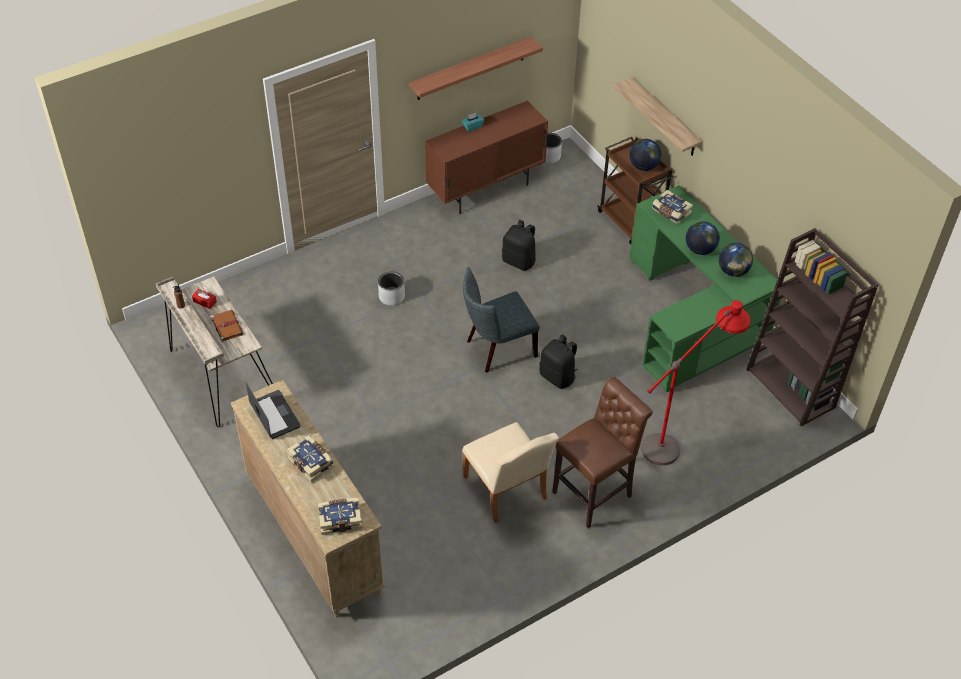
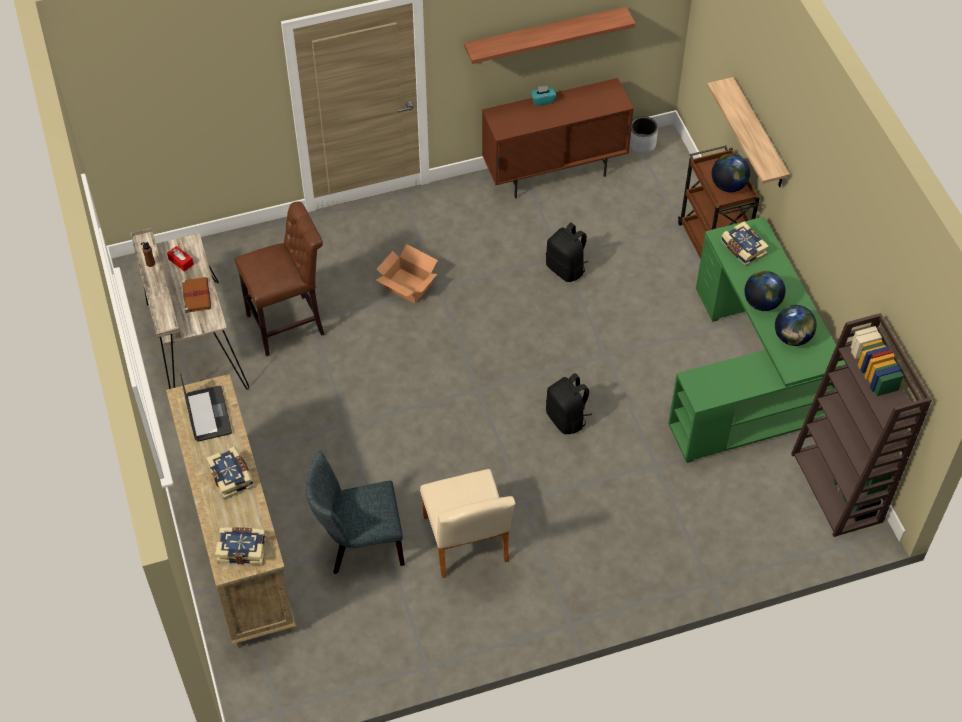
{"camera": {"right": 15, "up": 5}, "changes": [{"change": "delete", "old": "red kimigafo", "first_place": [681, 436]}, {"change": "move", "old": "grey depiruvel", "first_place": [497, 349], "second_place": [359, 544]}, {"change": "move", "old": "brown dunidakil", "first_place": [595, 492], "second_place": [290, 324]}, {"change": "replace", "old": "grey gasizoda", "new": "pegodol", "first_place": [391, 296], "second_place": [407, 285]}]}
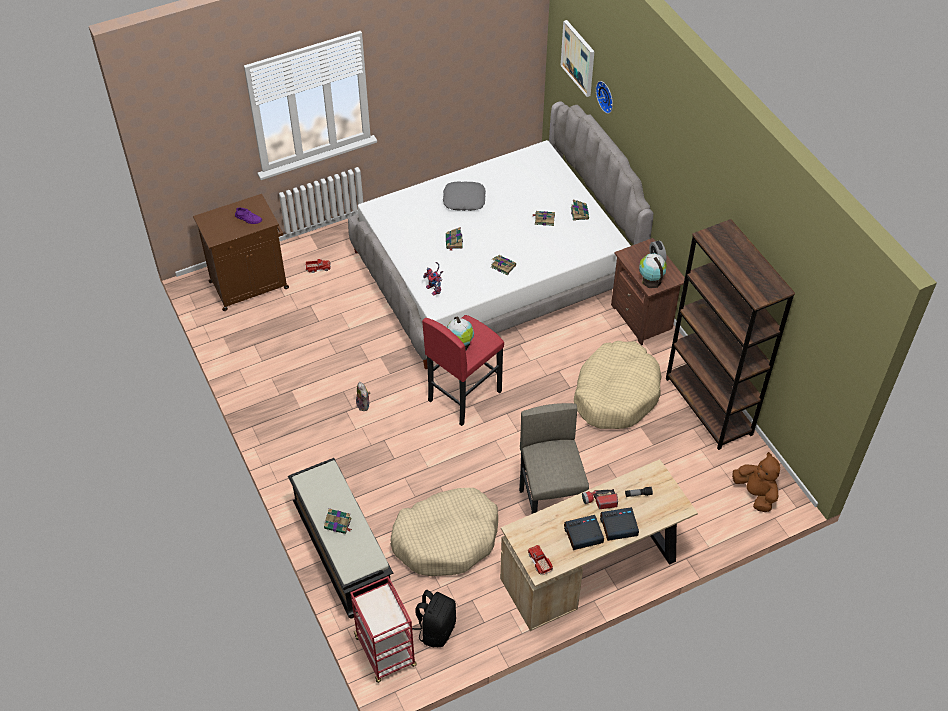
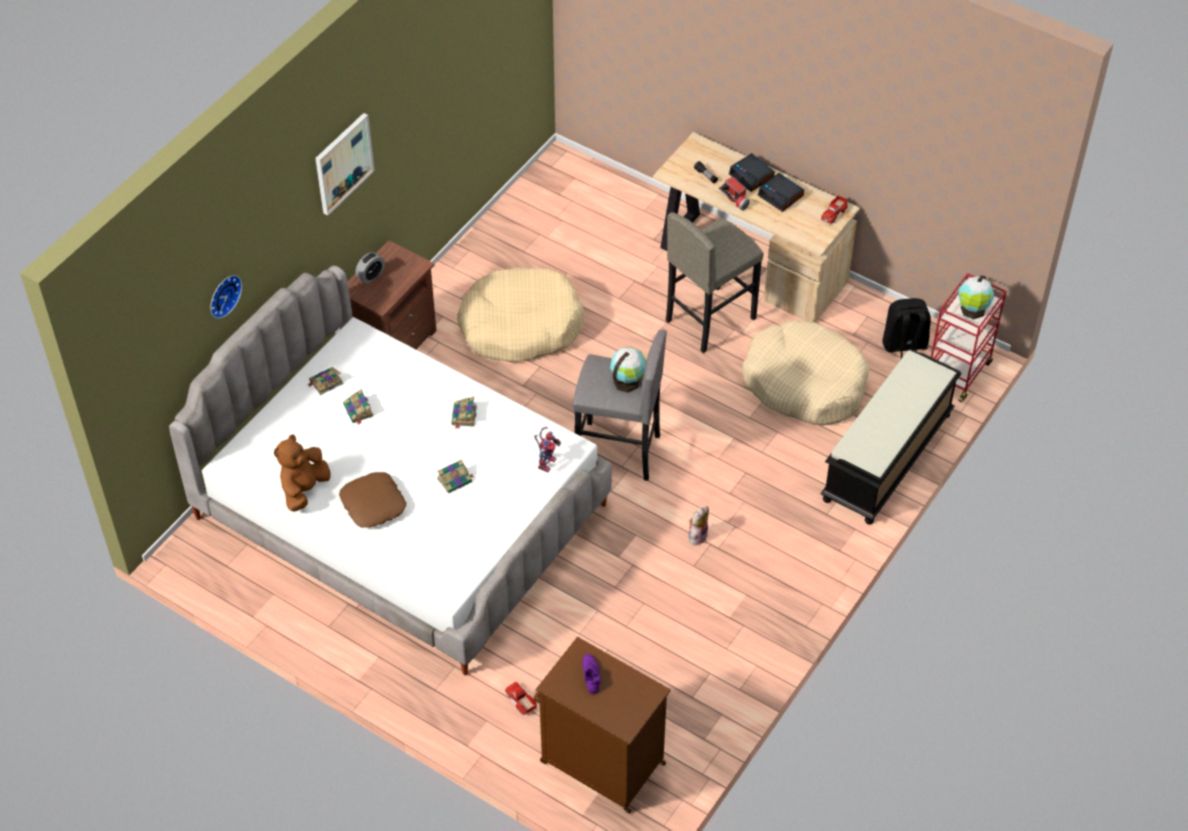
{"camera": {"right": -120, "up": 0}, "changes": [{"change": "delete", "old": "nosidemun", "first_place": [338, 524]}, {"change": "delete", "old": "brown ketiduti", "first_place": [708, 406]}, {"change": "move", "old": "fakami", "first_place": [578, 58], "second_place": [343, 163]}, {"change": "move", "old": "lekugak", "first_place": [650, 280], "second_place": [972, 310]}, {"change": "move", "old": "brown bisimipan", "first_place": [755, 494], "second_place": [304, 489]}, {"change": "recolor", "old": "red dunidakil", "new": "grey dunidakil", "first_place": [464, 396], "second_place": [617, 452]}, {"change": "recolor", "old": "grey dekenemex", "new": "brown dekenemex", "first_place": [464, 199], "second_place": [373, 504]}]}
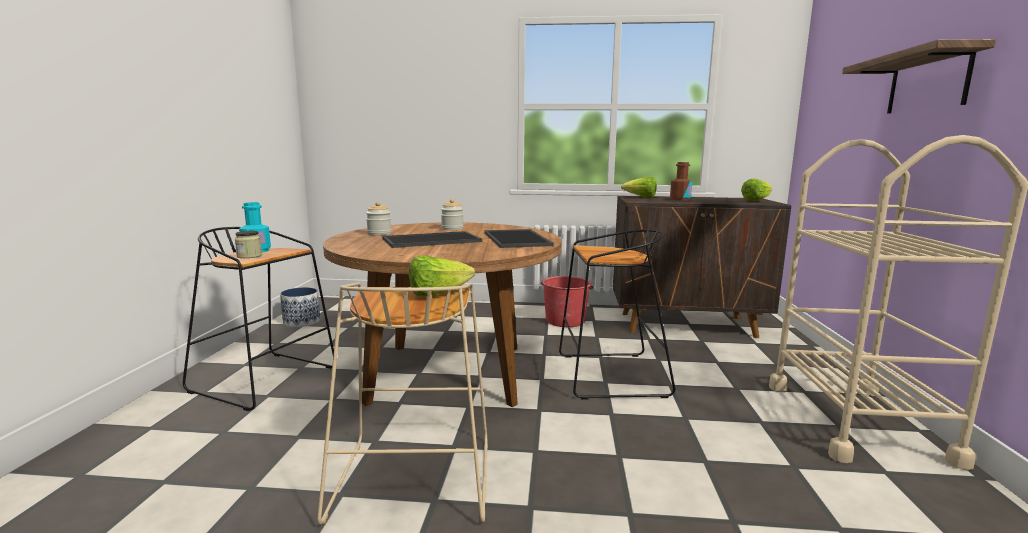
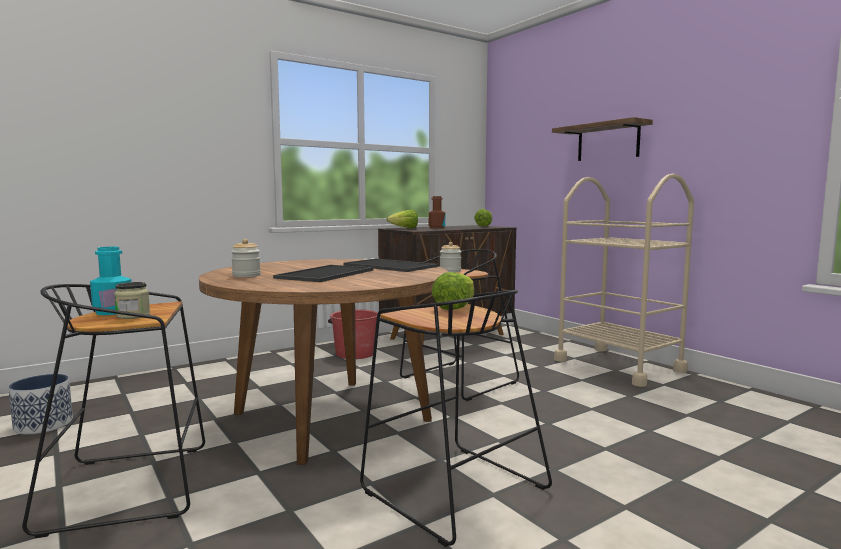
{"camera": {"right": -40, "up": -5}, "changes": [{"change": "move", "old": "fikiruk", "first_place": [452, 229], "second_place": [450, 271]}, {"change": "recolor", "old": "beige dunidakil", "new": "black dunidakil", "first_place": [412, 477], "second_place": [451, 490]}]}
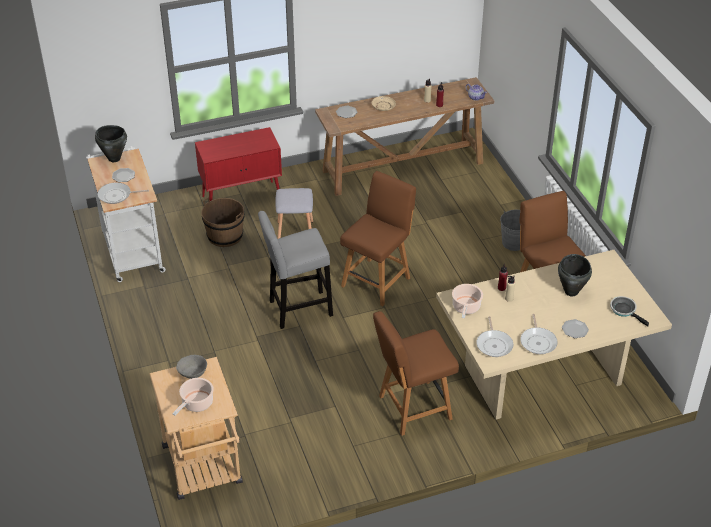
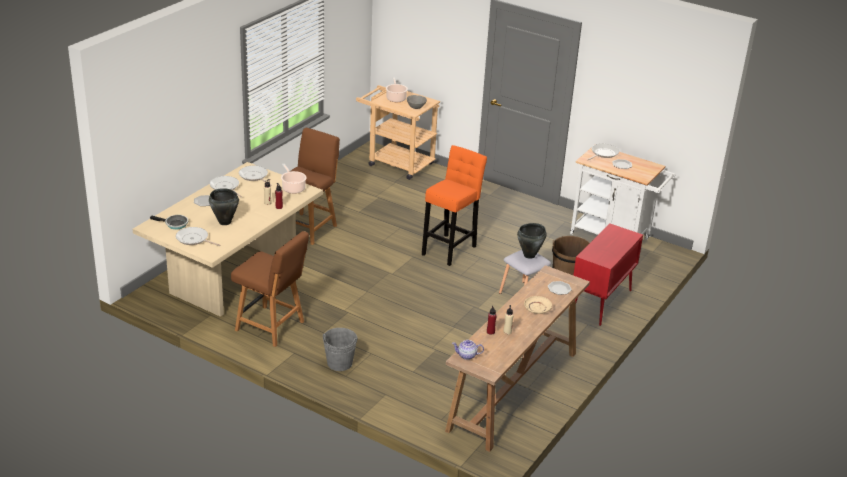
{"camera": {"right": 140, "up": -10}, "changes": [{"change": "delete", "old": "brown depiruvel", "first_place": [377, 280]}, {"change": "insert", "new": "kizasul", "second_place": [194, 239]}, {"change": "move", "old": "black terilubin", "first_place": [114, 158], "second_place": [529, 255]}, {"change": "recolor", "old": "grey dunidakil", "new": "orange dunidakil", "first_place": [297, 309], "second_place": [450, 249]}]}
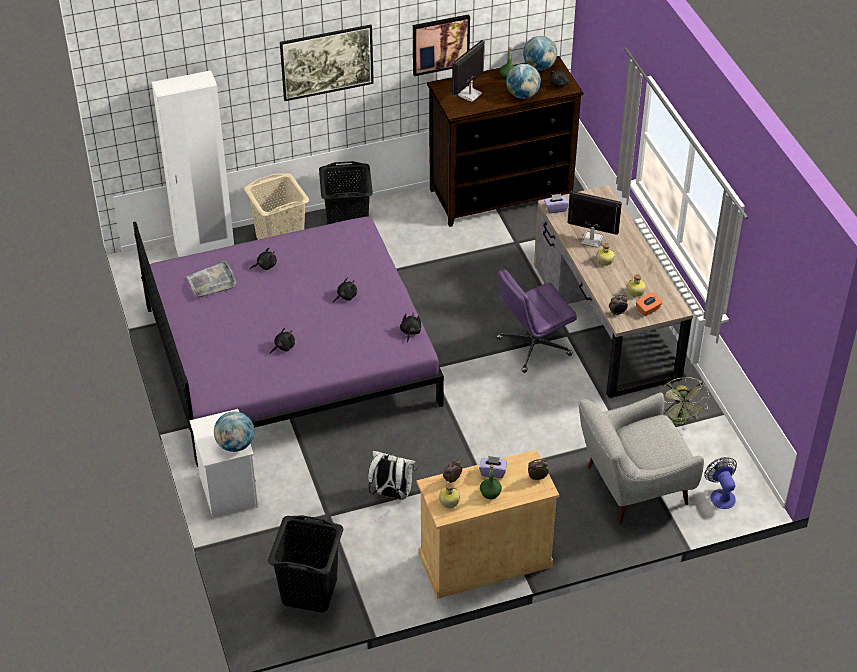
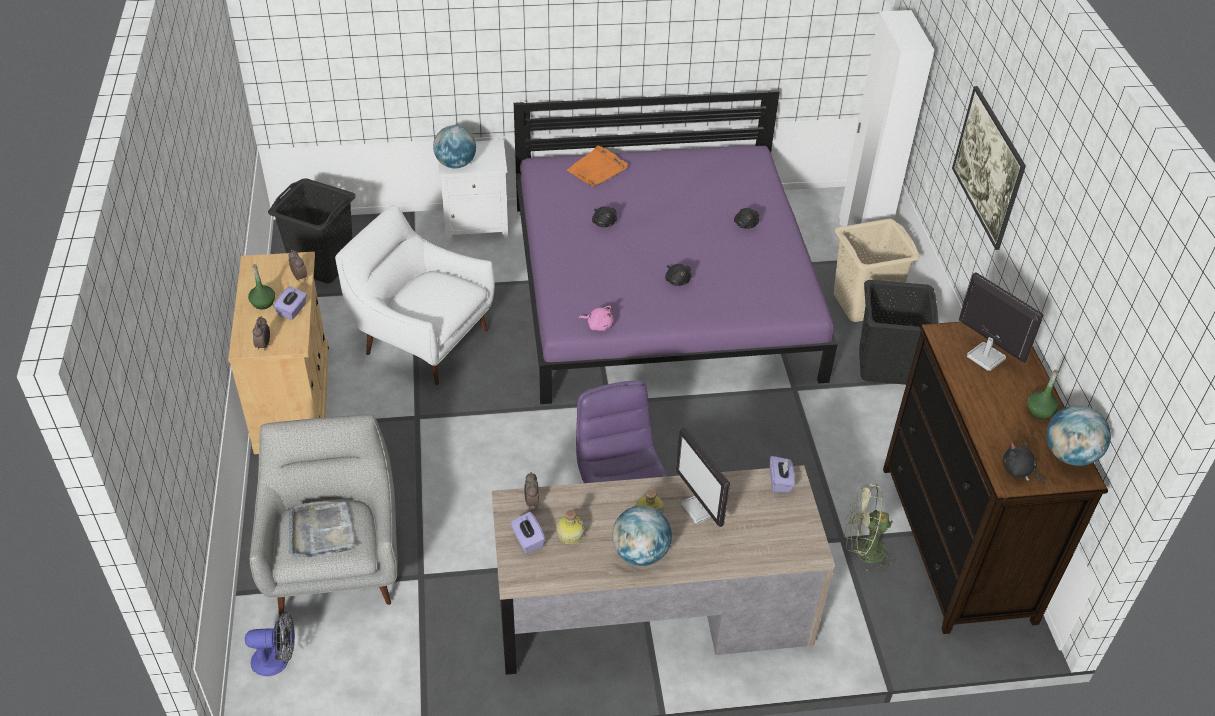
{"camera": {"right": 100, "up": 0}, "changes": [{"change": "delete", "old": "fakami", "first_place": [440, 44]}, {"change": "delete", "old": "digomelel", "first_place": [448, 502]}, {"change": "insert", "new": "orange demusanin", "second_place": [597, 169]}, {"change": "move", "old": "grey demusanin", "first_place": [212, 282], "second_place": [321, 532]}, {"change": "move", "old": "lekugak", "first_place": [522, 95], "second_place": [640, 553]}, {"change": "move", "old": "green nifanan", "first_place": [680, 421], "second_place": [862, 551]}, {"change": "replace", "old": "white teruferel", "new": "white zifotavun", "first_place": [391, 494], "second_place": [422, 339]}, {"change": "recolor", "old": "black bisimipan", "new": "pink bisimipan", "first_place": [410, 332], "second_place": [598, 325]}, {"change": "recolor", "old": "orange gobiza", "new": "purple gobiza", "first_place": [648, 310], "second_place": [527, 540]}, {"change": "rotate", "old": "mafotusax", "first_place": [591, 240], "second_place": [700, 509], "degrees": 120}]}
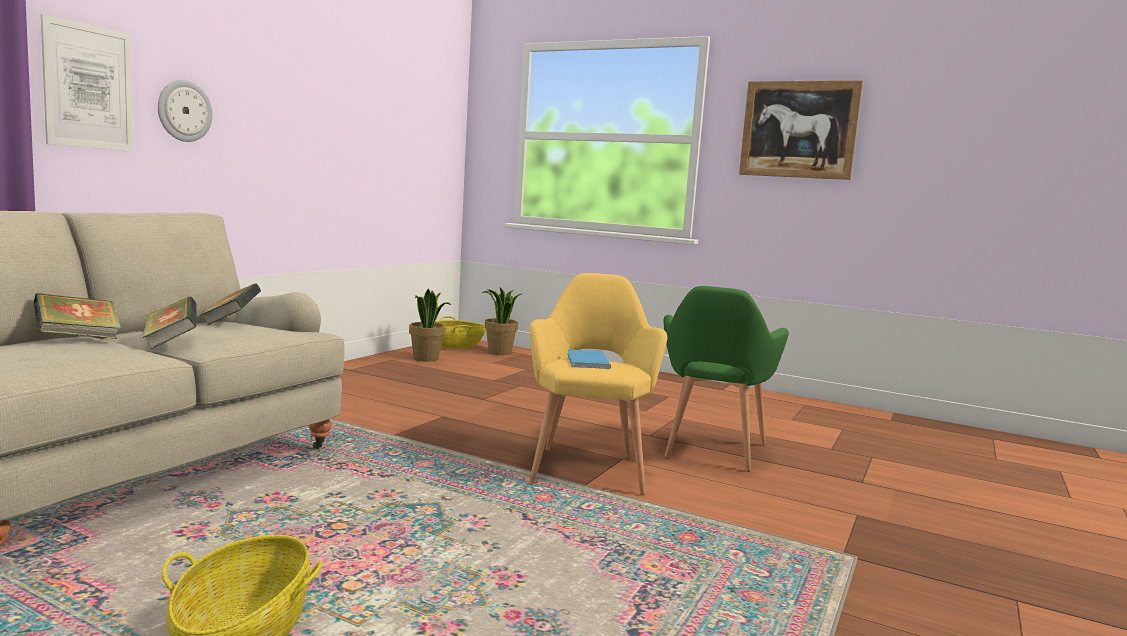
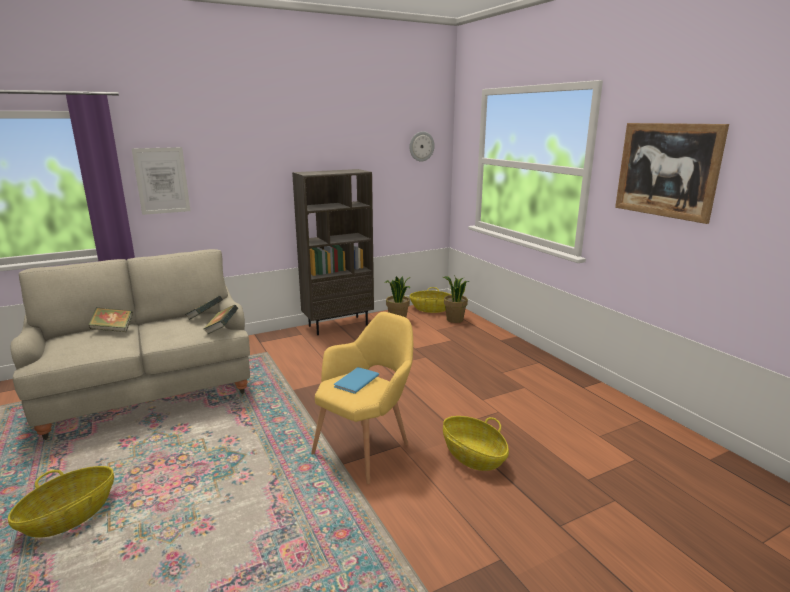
{"camera": {"right": 35, "up": 10}, "changes": [{"change": "insert", "new": "brown ketiduti", "second_place": [338, 325]}, {"change": "move", "old": "nosidemun", "first_place": [171, 342], "second_place": [222, 329]}, {"change": "move", "old": "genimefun", "first_place": [184, 111], "second_place": [421, 146]}, {"change": "replace", "old": "green zifotavun", "new": "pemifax", "first_place": [710, 452], "second_place": [473, 456]}]}
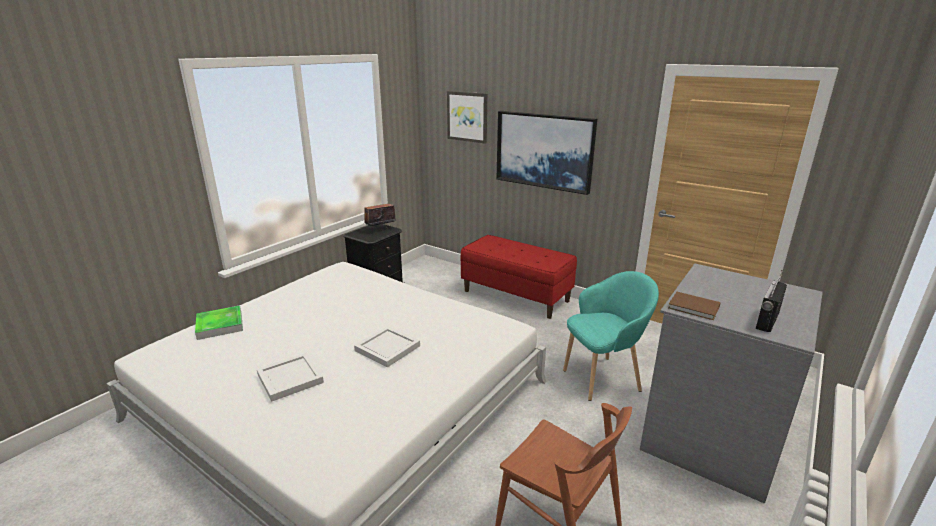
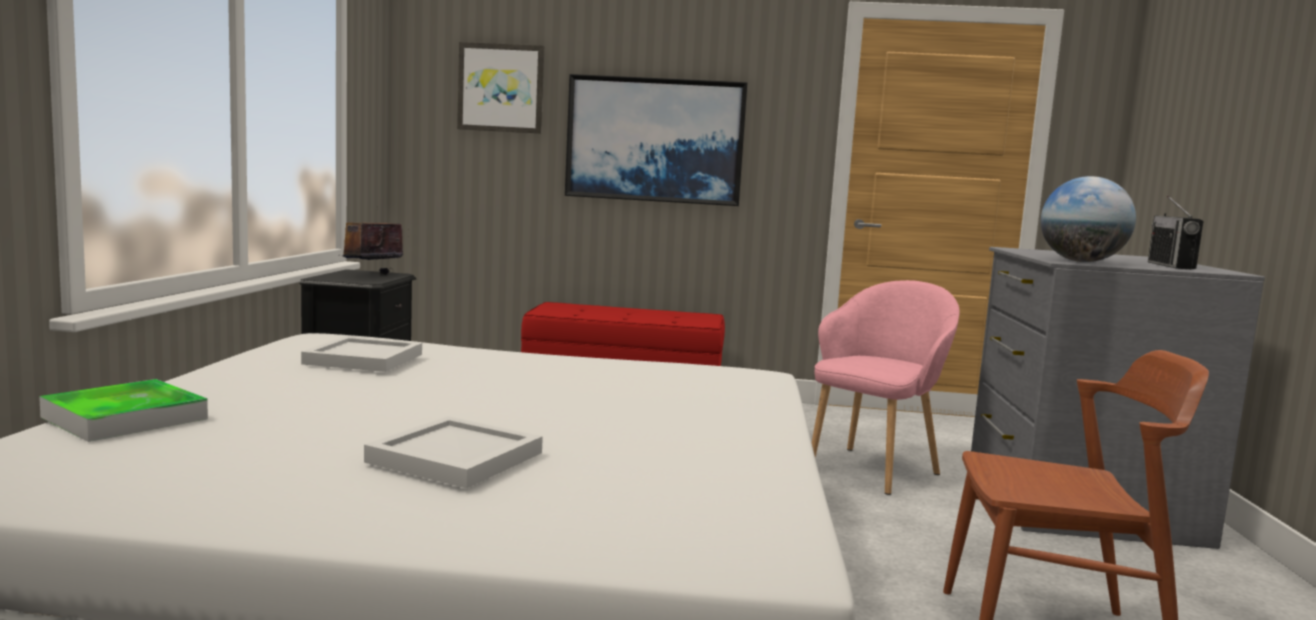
{"camera": {"right": -30, "up": -15}, "changes": [{"change": "move", "old": "white demusanin", "first_place": [387, 347], "second_place": [363, 358]}, {"change": "replace", "old": "brown nosidemun", "new": "lekugak", "first_place": [694, 308], "second_place": [1081, 261]}, {"change": "recolor", "old": "turquoise zifotavun", "new": "pink zifotavun", "first_place": [603, 378], "second_place": [873, 470]}]}
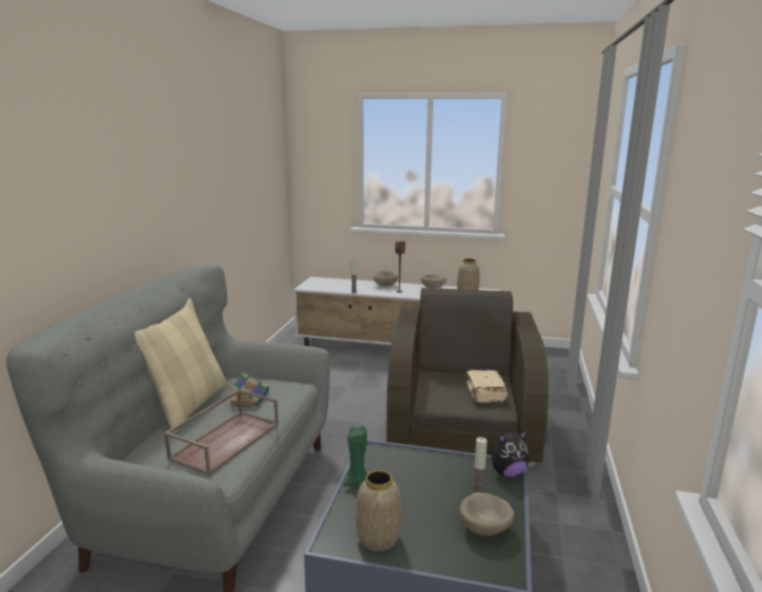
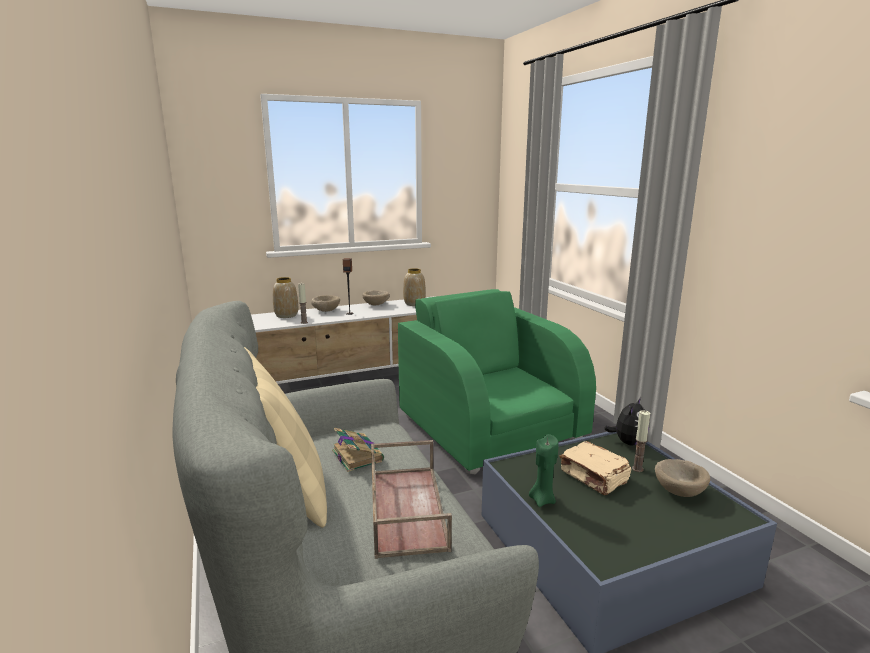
{"camera": {"right": -35, "up": 0}, "changes": [{"change": "move", "old": "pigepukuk", "first_place": [379, 538], "second_place": [287, 315]}, {"change": "move", "old": "beige nosidemun", "first_place": [485, 394], "second_place": [594, 477]}, {"change": "recolor", "old": "brown zifotavun", "new": "green zifotavun", "first_place": [461, 425], "second_place": [489, 427]}]}
